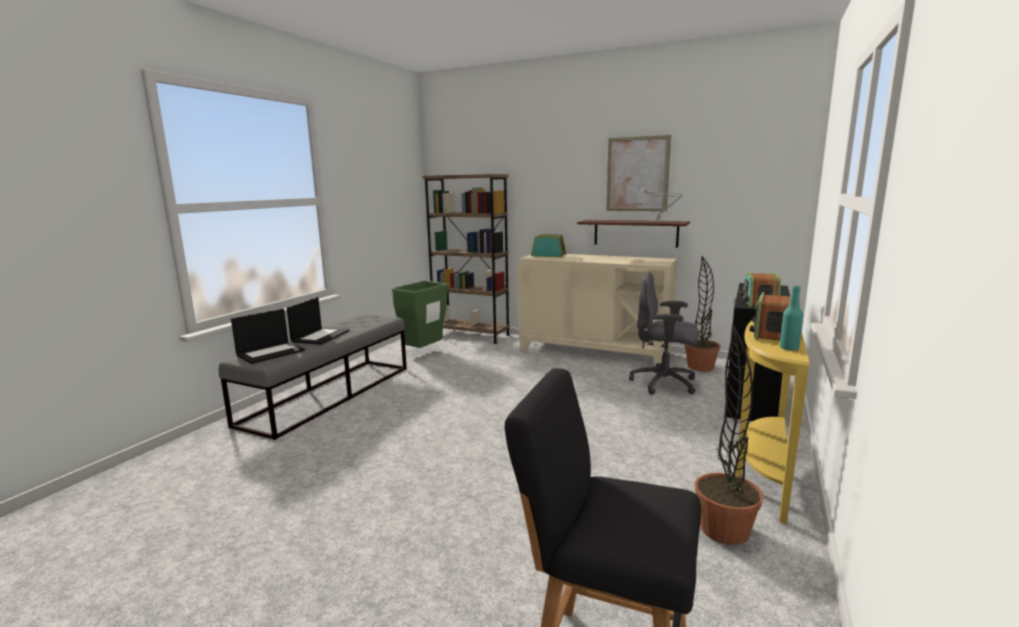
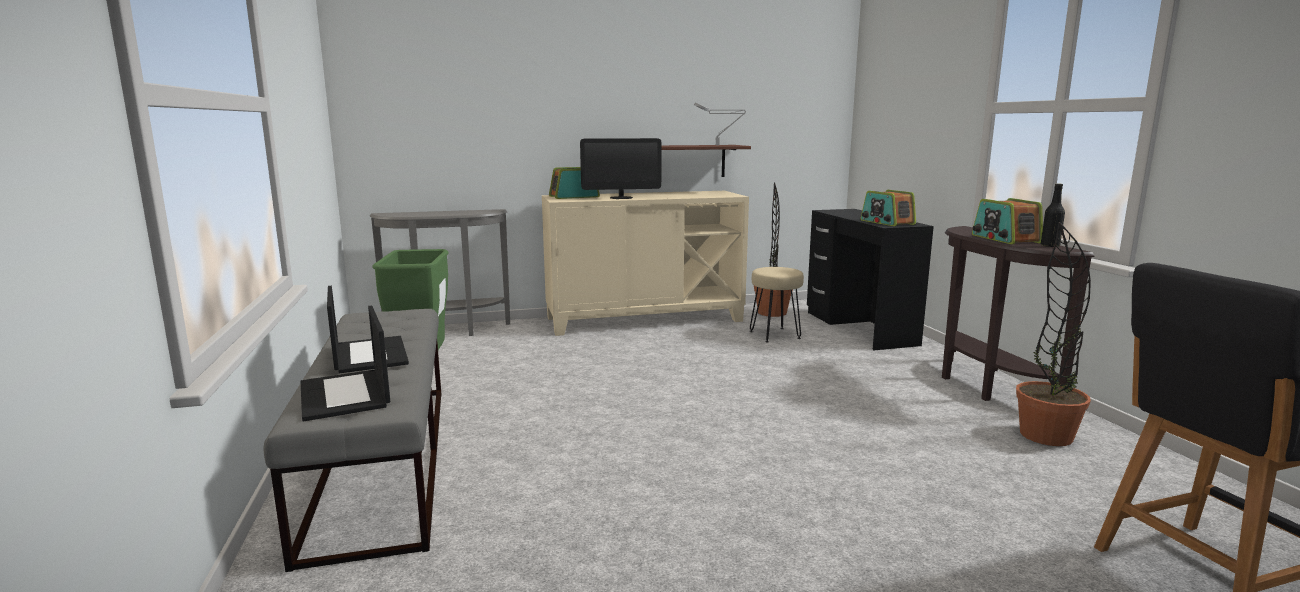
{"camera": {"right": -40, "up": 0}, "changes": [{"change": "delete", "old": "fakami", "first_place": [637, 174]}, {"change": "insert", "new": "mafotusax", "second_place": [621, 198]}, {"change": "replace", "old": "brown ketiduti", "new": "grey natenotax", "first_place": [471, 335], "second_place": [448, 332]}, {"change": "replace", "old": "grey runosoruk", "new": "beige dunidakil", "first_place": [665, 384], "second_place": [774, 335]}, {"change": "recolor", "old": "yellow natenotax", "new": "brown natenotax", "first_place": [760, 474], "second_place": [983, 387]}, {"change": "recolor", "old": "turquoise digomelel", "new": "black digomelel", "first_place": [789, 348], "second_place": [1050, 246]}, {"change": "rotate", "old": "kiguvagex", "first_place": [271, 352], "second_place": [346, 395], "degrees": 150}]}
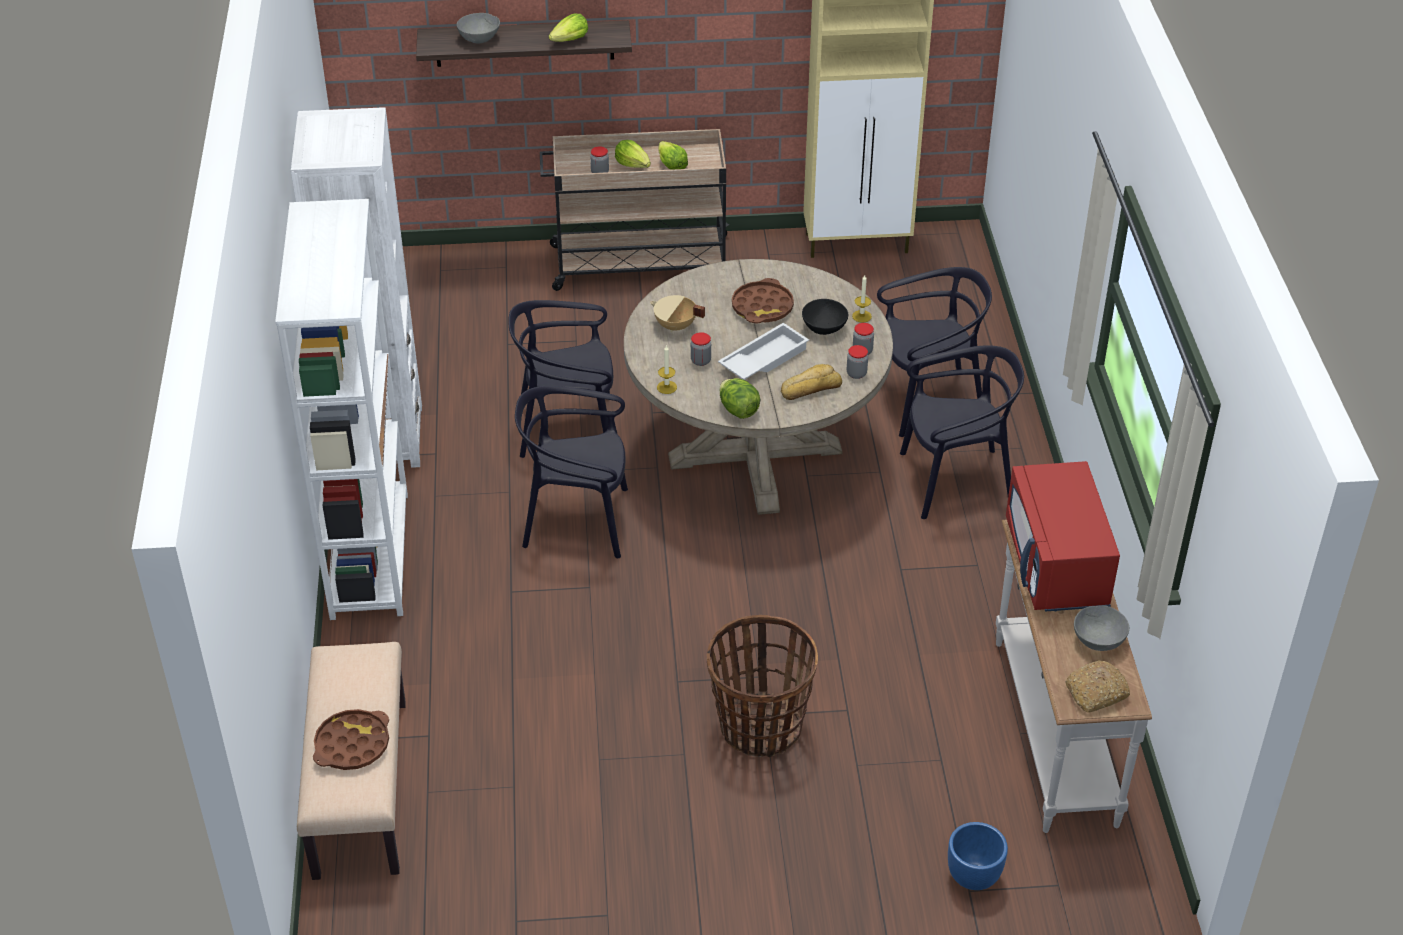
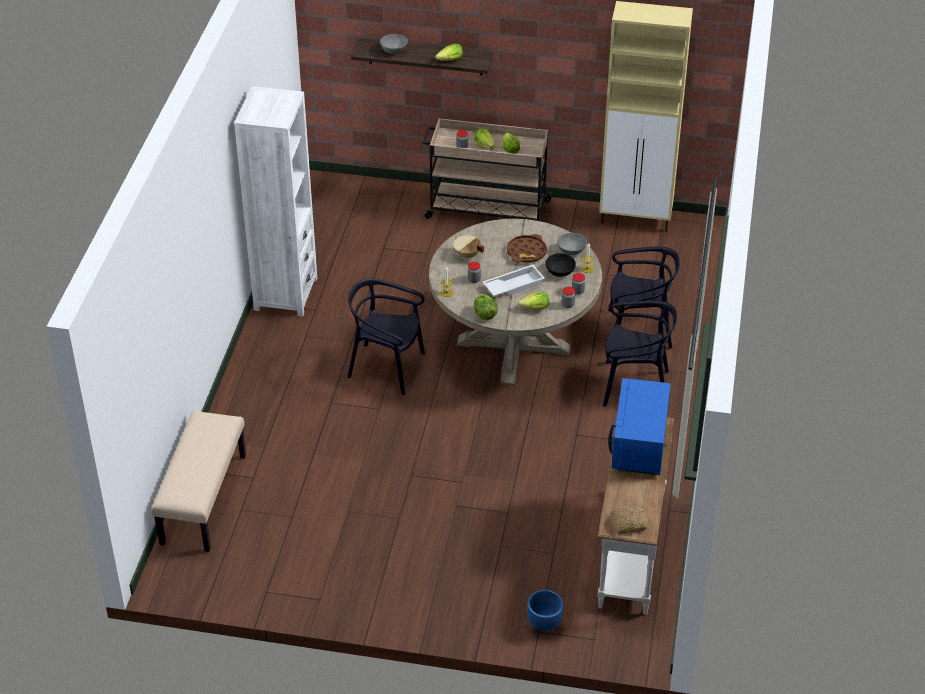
{"camera": {"right": 15, "up": 0}, "changes": [{"change": "delete", "old": "white ketiduti", "first_place": [370, 555]}, {"change": "delete", "old": "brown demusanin", "first_place": [352, 745]}, {"change": "delete", "old": "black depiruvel", "first_place": [568, 430]}, {"change": "delete", "old": "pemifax", "first_place": [760, 727]}, {"change": "move", "old": "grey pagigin", "first_place": [1098, 640], "second_place": [571, 251]}, {"change": "replace", "old": "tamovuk", "new": "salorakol", "first_place": [810, 388], "second_place": [535, 308]}, {"change": "recolor", "old": "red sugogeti", "new": "blue sugogeti", "first_place": [1057, 566], "second_place": [639, 445]}]}
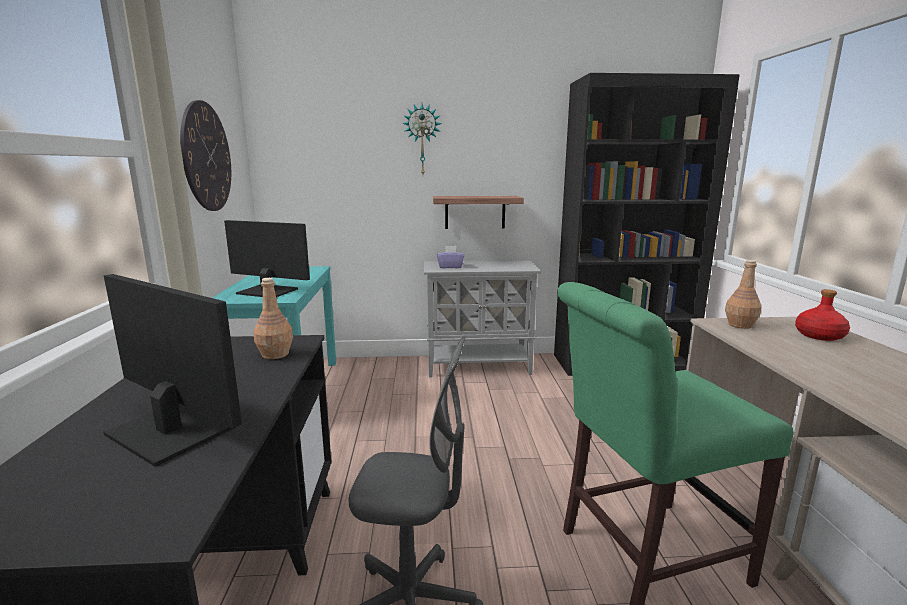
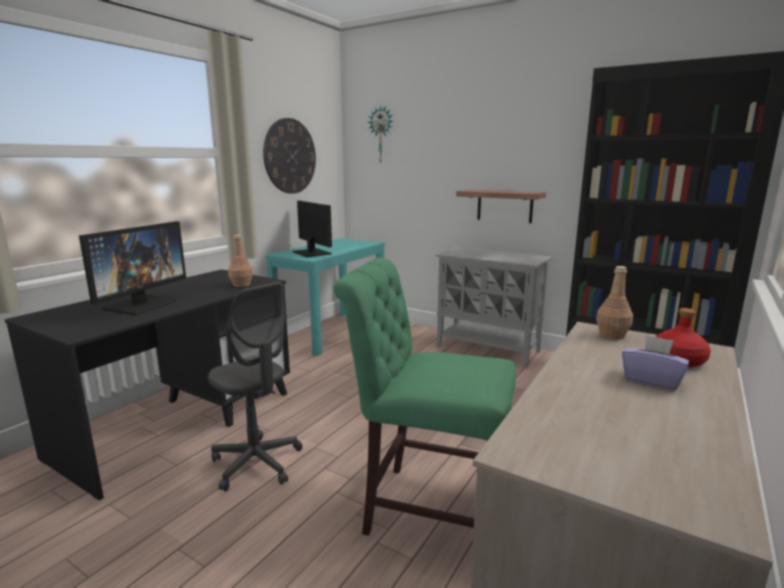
{"camera": {"right": 35, "up": 0}, "changes": [{"change": "move", "old": "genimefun", "first_place": [422, 140], "second_place": [381, 135]}, {"change": "move", "old": "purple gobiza", "first_place": [450, 267], "second_place": [651, 380]}, {"change": "rotate", "old": "mafotusax", "first_place": [170, 430], "second_place": [141, 305], "degrees": 45}]}
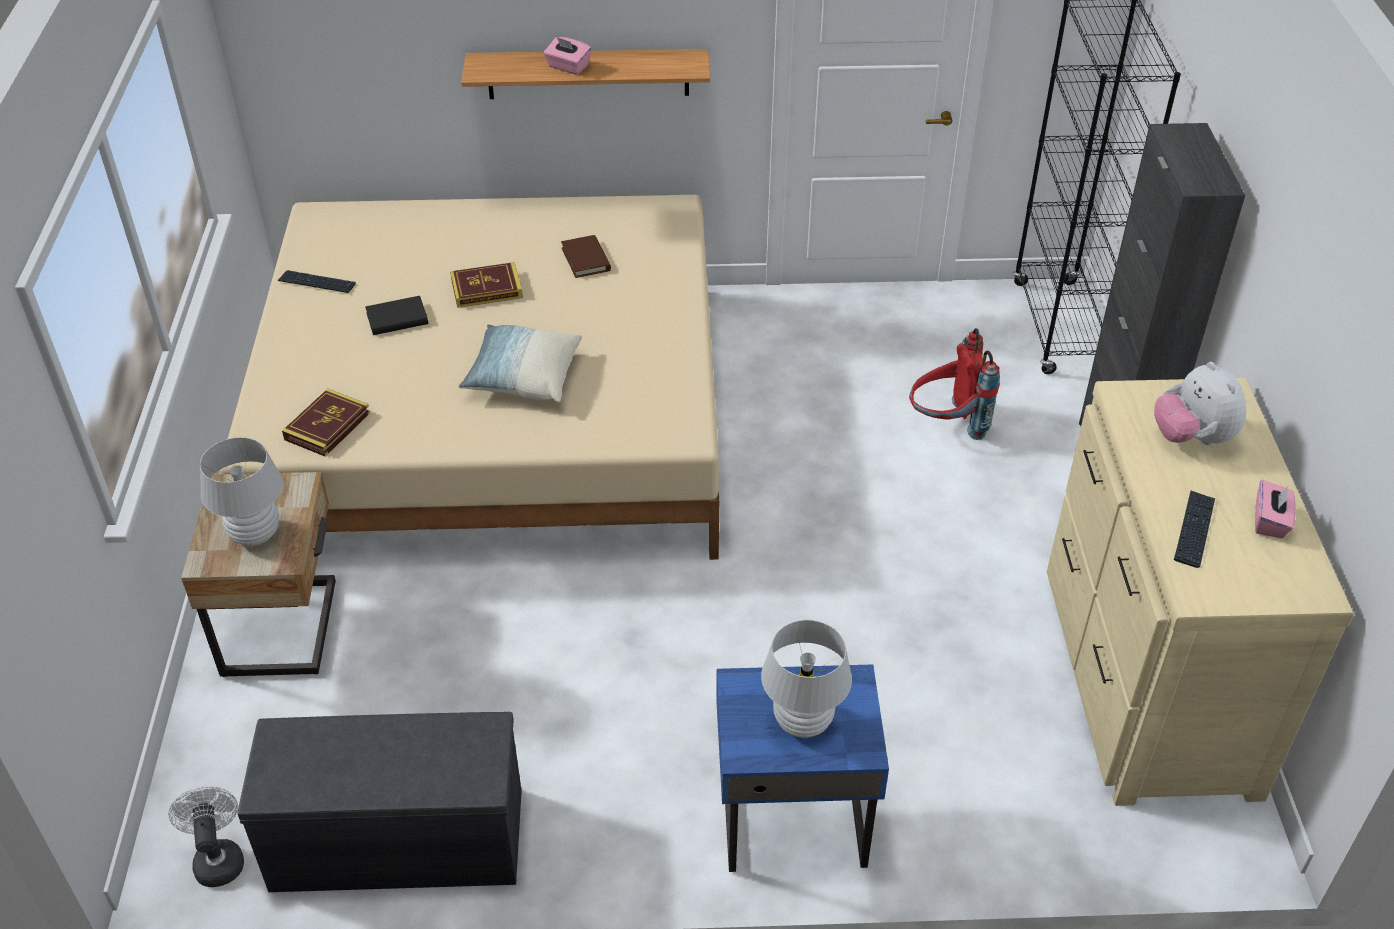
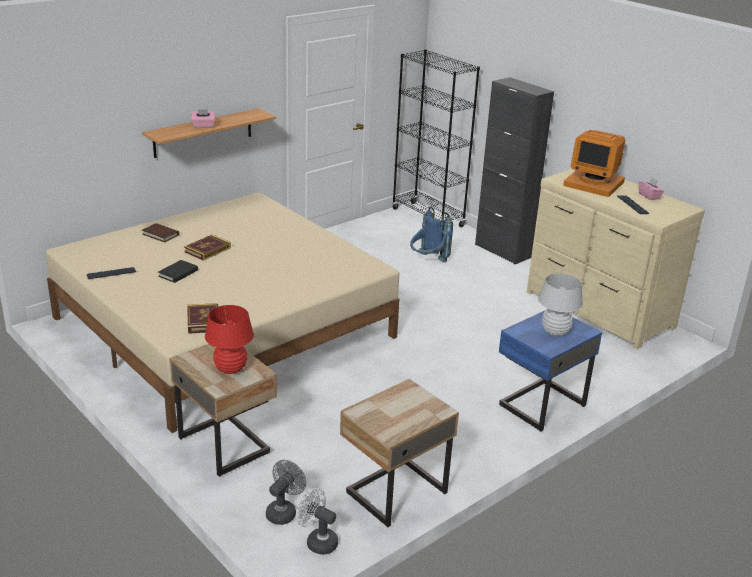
{"camera": {"right": -40, "up": -15}, "changes": [{"change": "delete", "old": "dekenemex", "first_place": [523, 377]}, {"change": "insert", "new": "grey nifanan", "second_place": [283, 511]}, {"change": "move", "old": "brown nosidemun", "first_place": [586, 259], "second_place": [160, 234]}, {"change": "replace", "old": "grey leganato", "new": "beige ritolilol", "first_place": [396, 842], "second_place": [394, 492]}, {"change": "replace", "old": "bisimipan", "new": "mafotusax", "first_place": [1192, 438], "second_place": [594, 183]}, {"change": "recolor", "old": "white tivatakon", "new": "red tivatakon", "first_place": [255, 534], "second_place": [230, 369]}, {"change": "recolor", "old": "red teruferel", "new": "blue teruferel", "first_place": [946, 425], "second_place": [427, 261]}]}
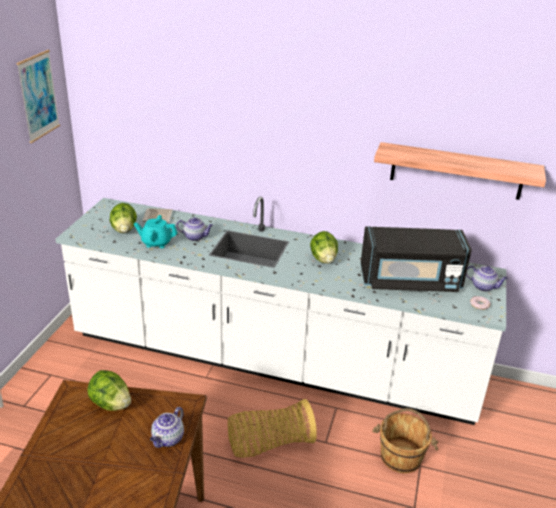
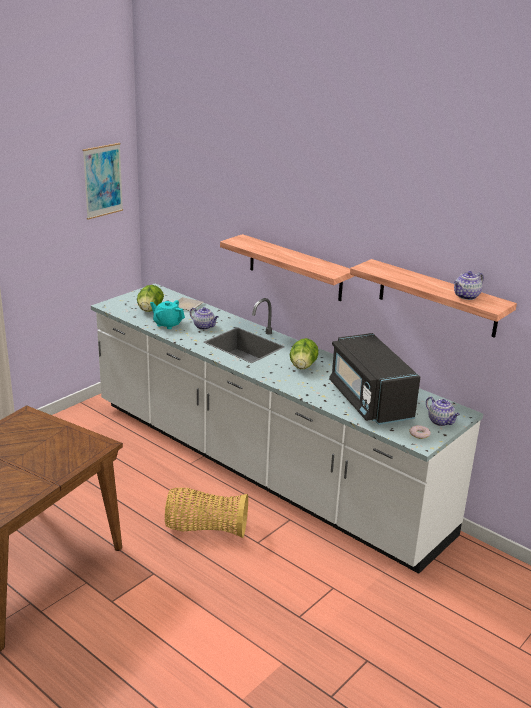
{"camera": {"right": 25, "up": -5}, "changes": [{"change": "delete", "old": "salorakol", "first_place": [111, 404]}, {"change": "delete", "old": "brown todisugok", "first_place": [401, 456]}, {"change": "insert", "new": "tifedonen", "second_place": [295, 268]}, {"change": "move", "old": "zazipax", "first_place": [168, 439], "second_place": [466, 296]}, {"change": "rotate", "old": "black sugogeti", "first_place": [410, 281], "second_place": [369, 400], "degrees": 45}]}
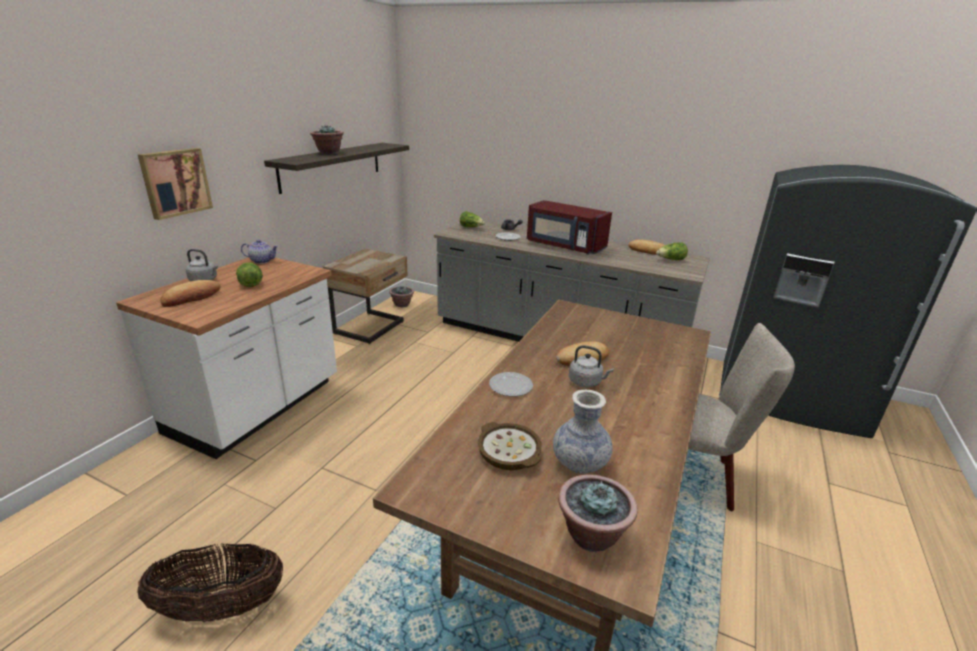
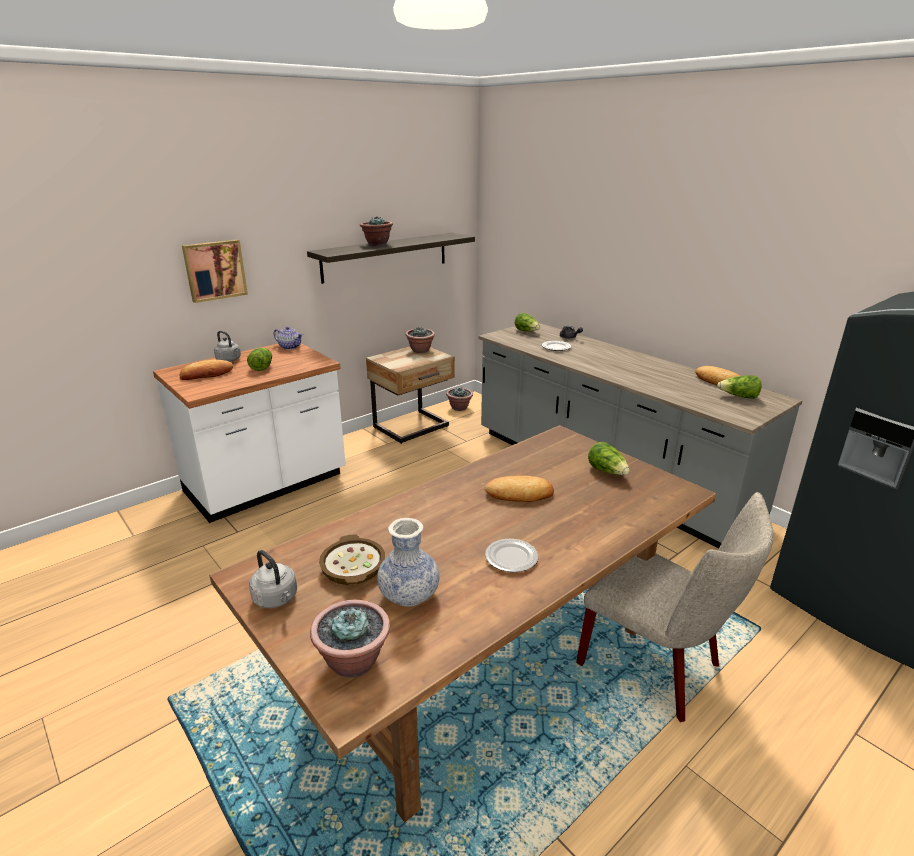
{"camera": {"right": 25, "up": 0}, "changes": [{"change": "delete", "old": "pemifax", "first_place": [221, 607]}, {"change": "delete", "old": "red sugogeti", "first_place": [564, 246]}, {"change": "insert", "new": "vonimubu", "second_place": [420, 350]}, {"change": "insert", "new": "salorakol", "second_place": [607, 471]}, {"change": "move", "old": "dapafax", "first_place": [510, 386], "second_place": [510, 558]}, {"change": "move", "old": "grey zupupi", "first_place": [586, 382], "second_place": [276, 599]}]}
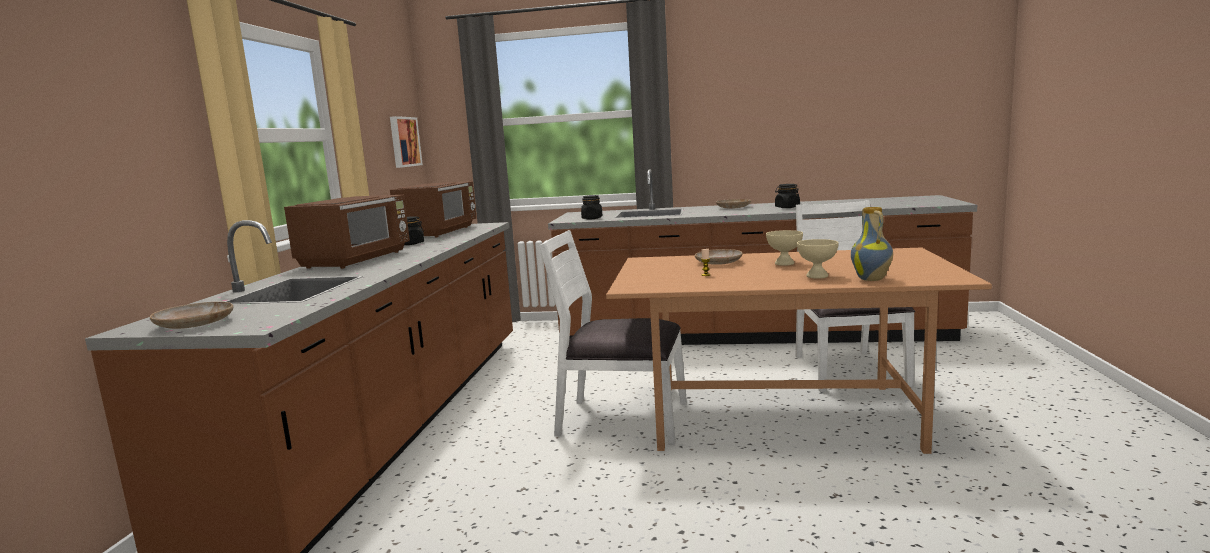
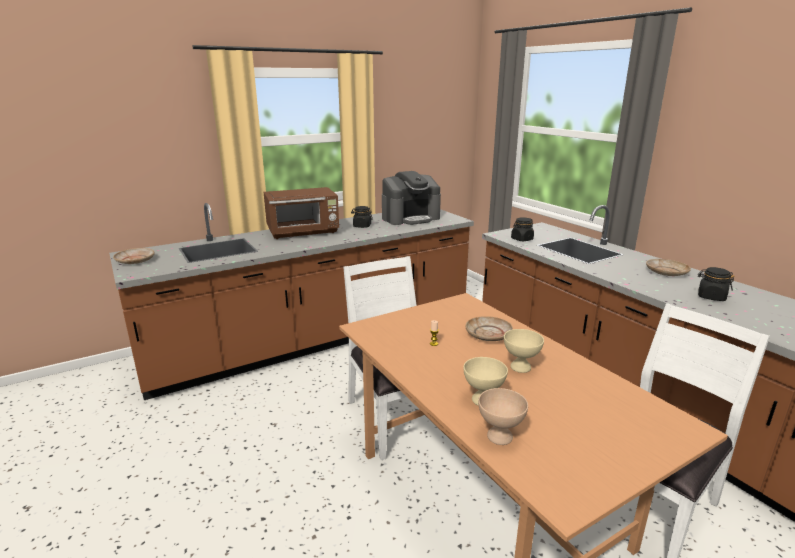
{"camera": {"right": 50, "up": 10}, "changes": [{"change": "delete", "old": "fakami", "first_place": [404, 142]}, {"change": "replace", "old": "brown sugogeti", "new": "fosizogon", "first_place": [440, 232], "second_place": [410, 218]}, {"change": "replace", "old": "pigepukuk", "new": "beige pagigin", "first_place": [872, 279], "second_place": [500, 437]}]}
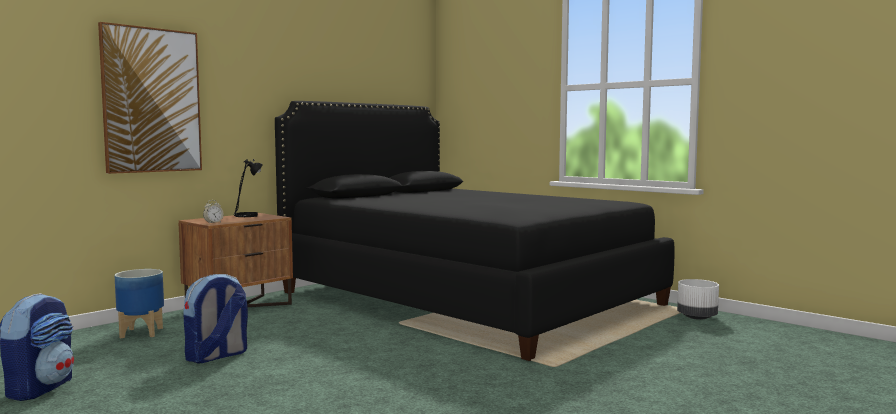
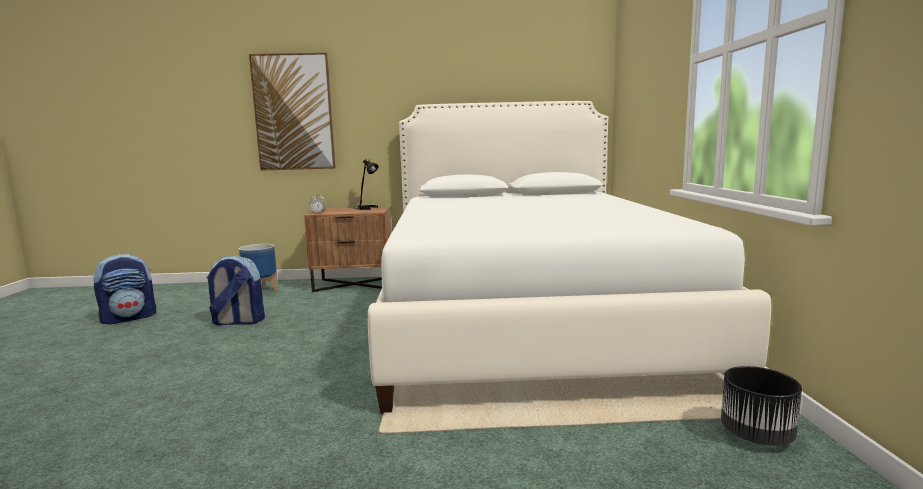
{"camera": {"right": 45, "up": 5}, "changes": [{"change": "recolor", "old": "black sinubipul", "new": "white sinubipul", "first_place": [467, 298], "second_place": [526, 317]}, {"change": "recolor", "old": "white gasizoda", "new": "black gasizoda", "first_place": [697, 317], "second_place": [757, 436]}]}
